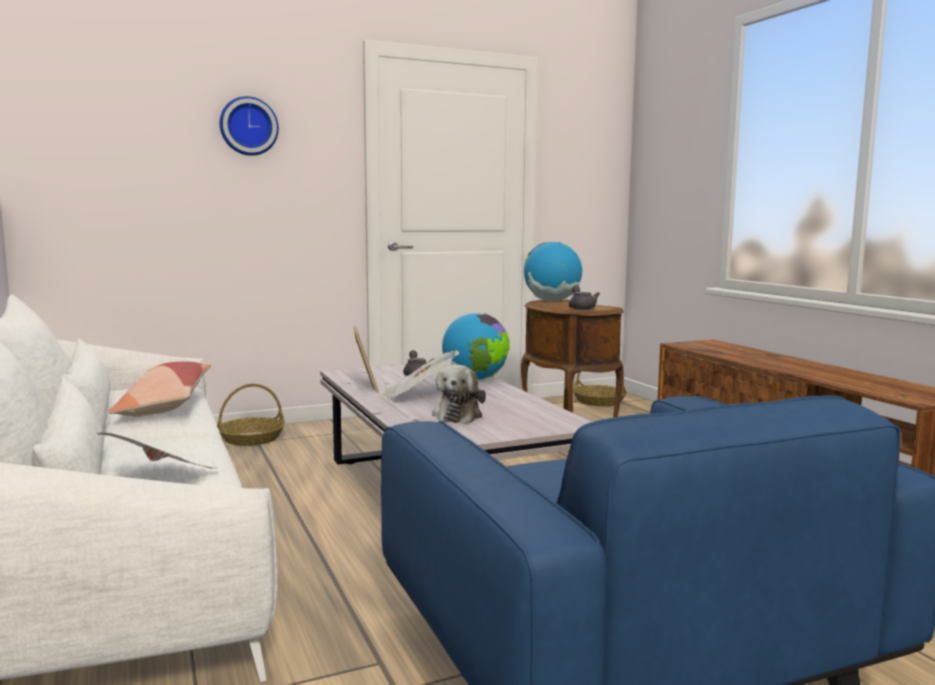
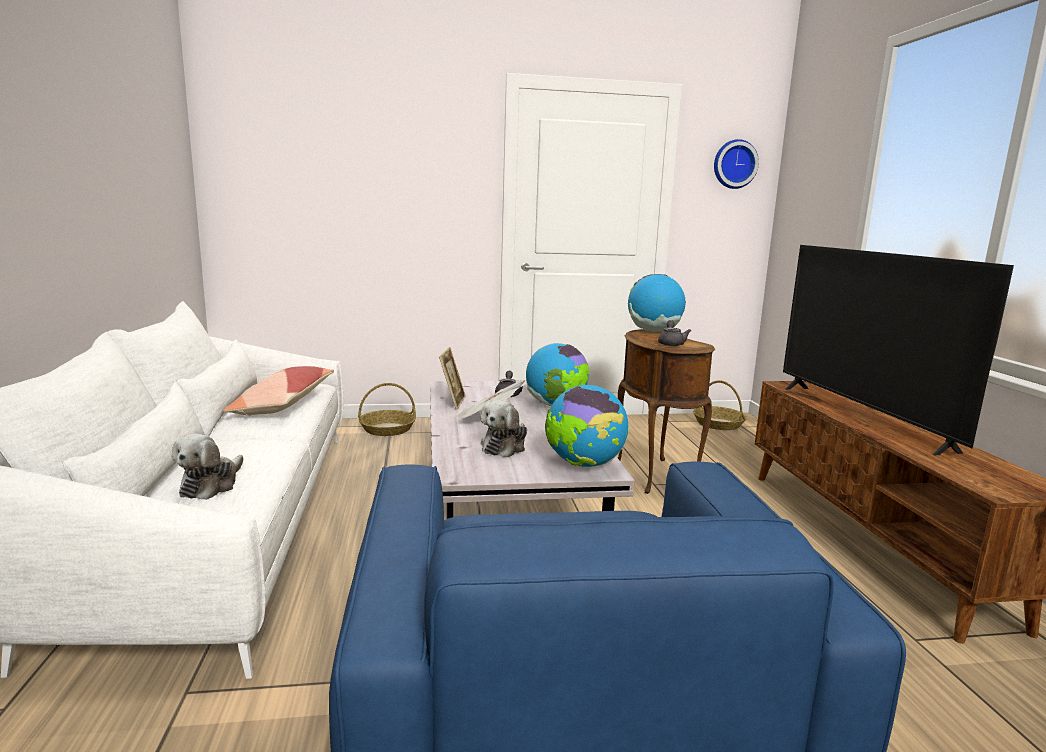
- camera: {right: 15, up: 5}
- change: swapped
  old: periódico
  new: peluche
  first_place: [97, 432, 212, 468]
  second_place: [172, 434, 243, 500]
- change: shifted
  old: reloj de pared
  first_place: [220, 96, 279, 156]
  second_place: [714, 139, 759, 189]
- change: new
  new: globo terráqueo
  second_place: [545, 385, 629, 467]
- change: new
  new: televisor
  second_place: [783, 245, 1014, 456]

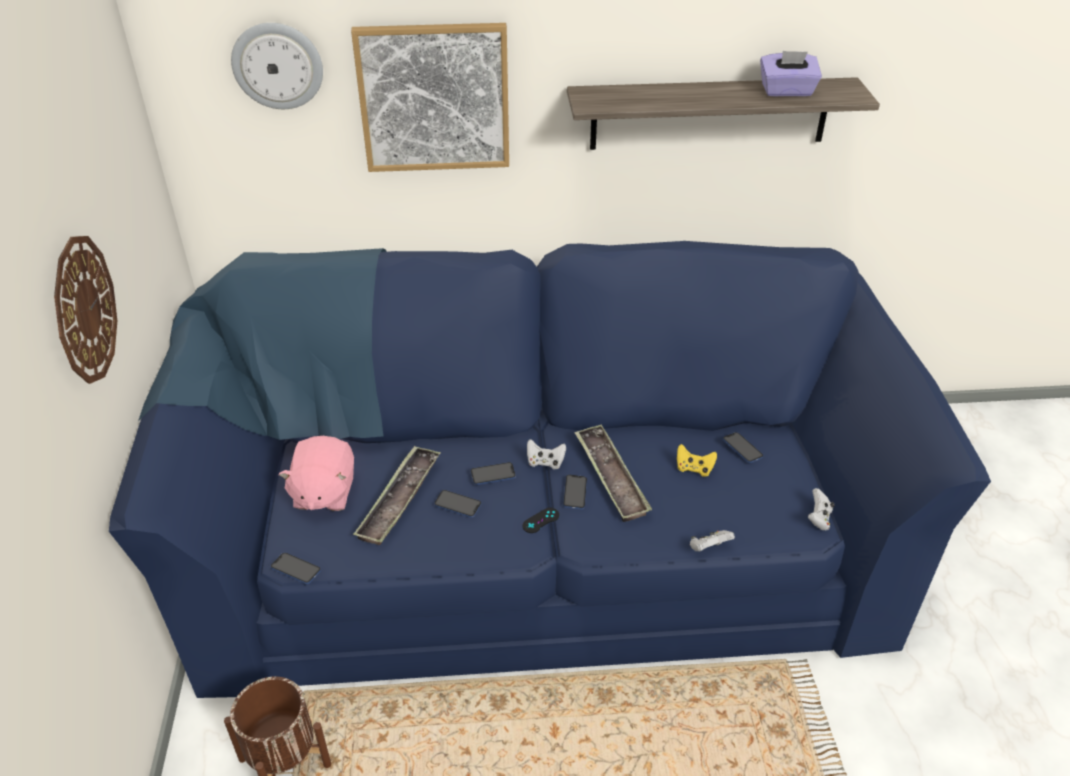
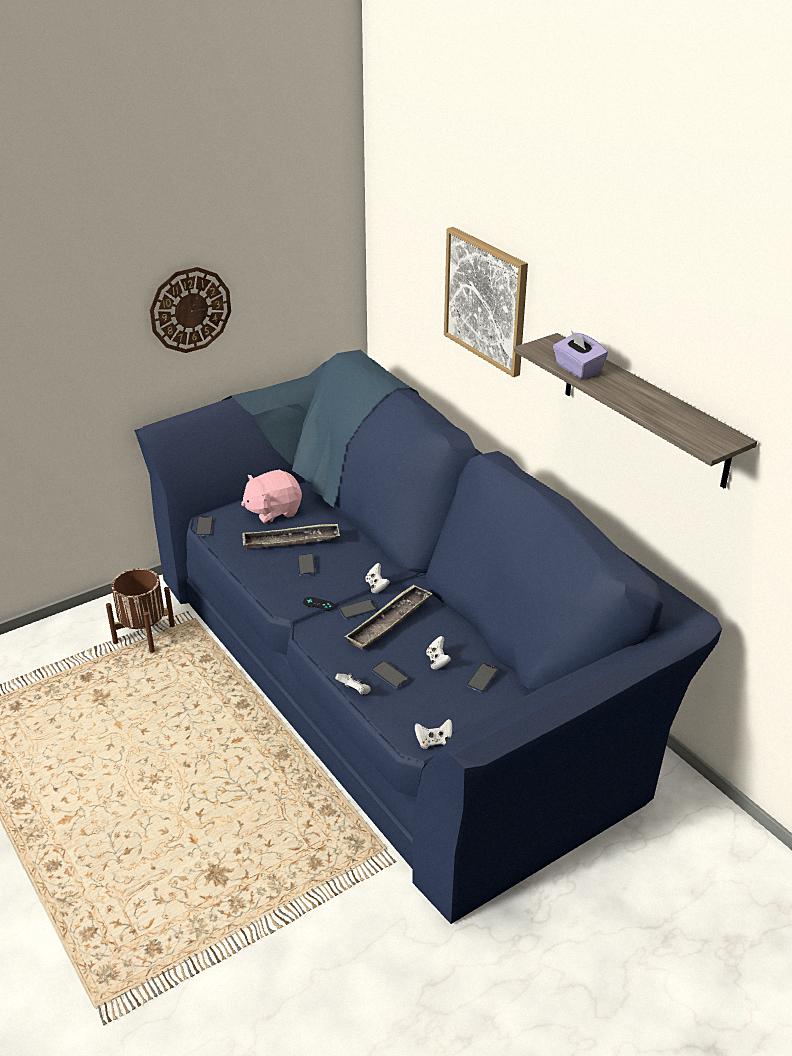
- camera: {right: 60, up: -5}
- change: gone
  old: reloj de pared
  first_place: [231, 23, 323, 109]
- change: shifted
  old: móvil
  first_place: [471, 462, 516, 485]
  second_place: [372, 661, 409, 689]
- change: repainted
  old: mando de consola/amarillo
  new: mando de consola/blanco
  first_place: [677, 444, 717, 477]
  second_place: [426, 636, 451, 670]
- change: shifted
  old: caja de pañuelos/morado
  first_place: [760, 51, 822, 96]
  second_place: [553, 331, 608, 379]

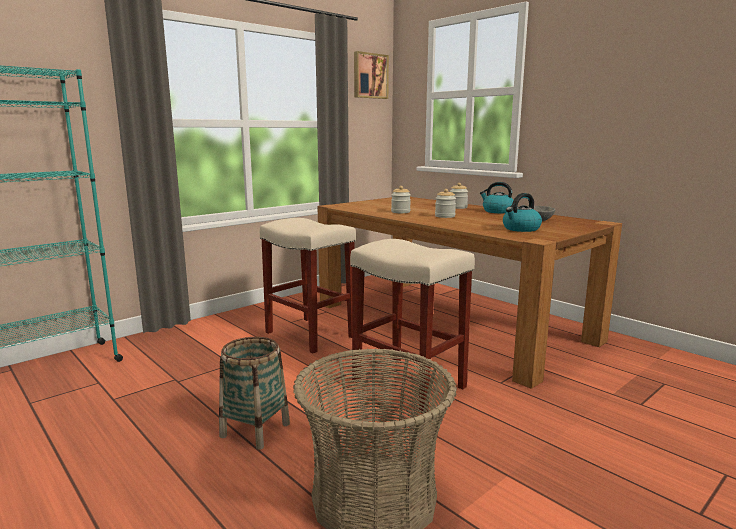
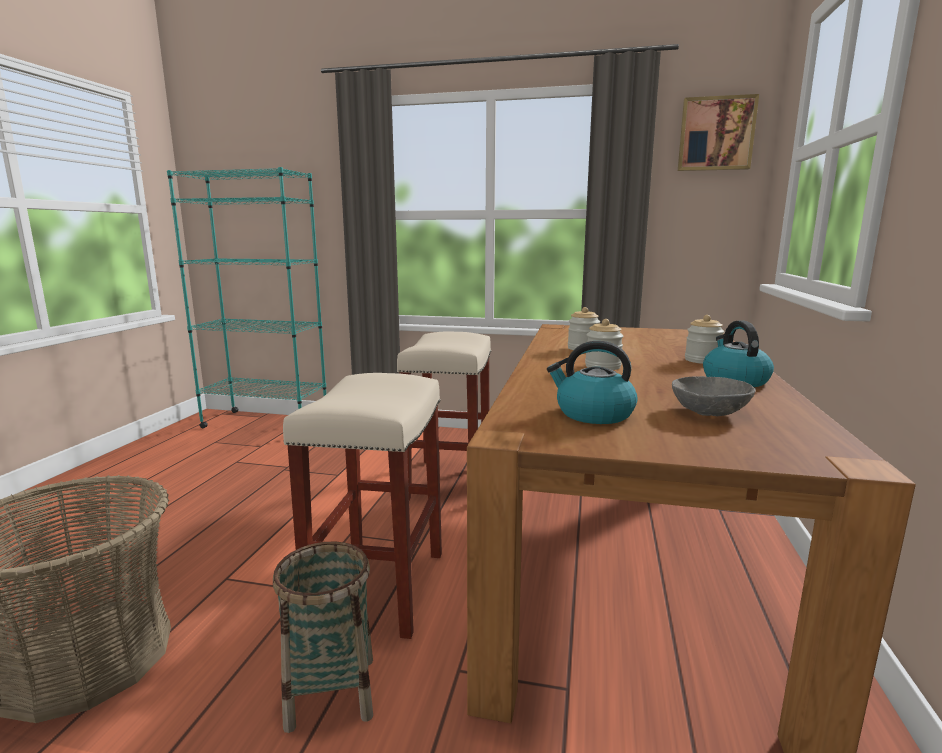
- camera: {right: 55, up: 0}
- change: shifted
  old: cesta
  first_place: [219, 337, 290, 449]
  second_place: [273, 542, 373, 733]

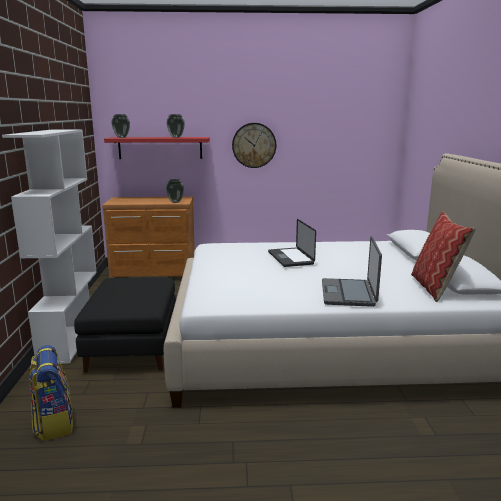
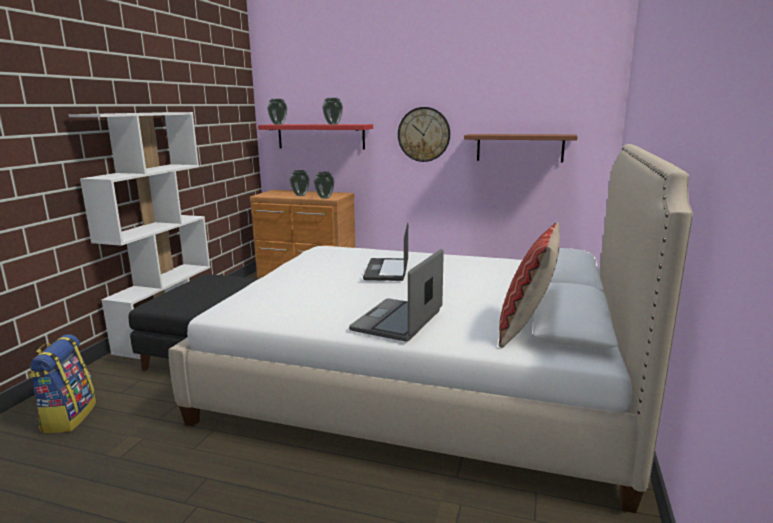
- camera: {right: 20, up: 0}
- change: new
  new: florero
  second_place: [290, 170, 310, 196]
- change: new
  new: estante/marrón
  second_place: [464, 134, 578, 162]

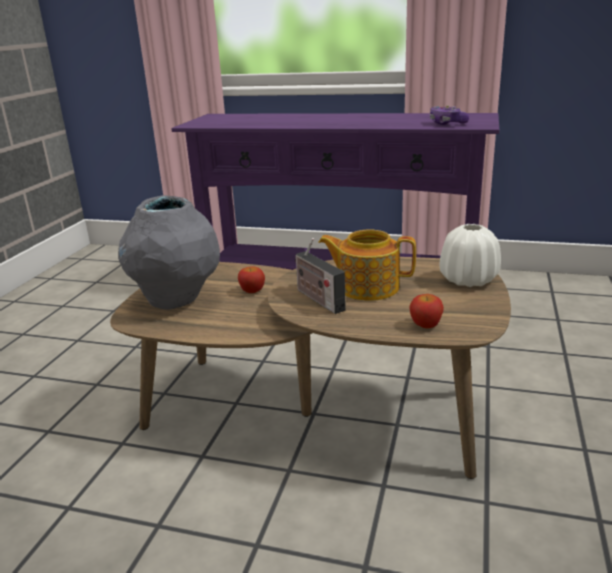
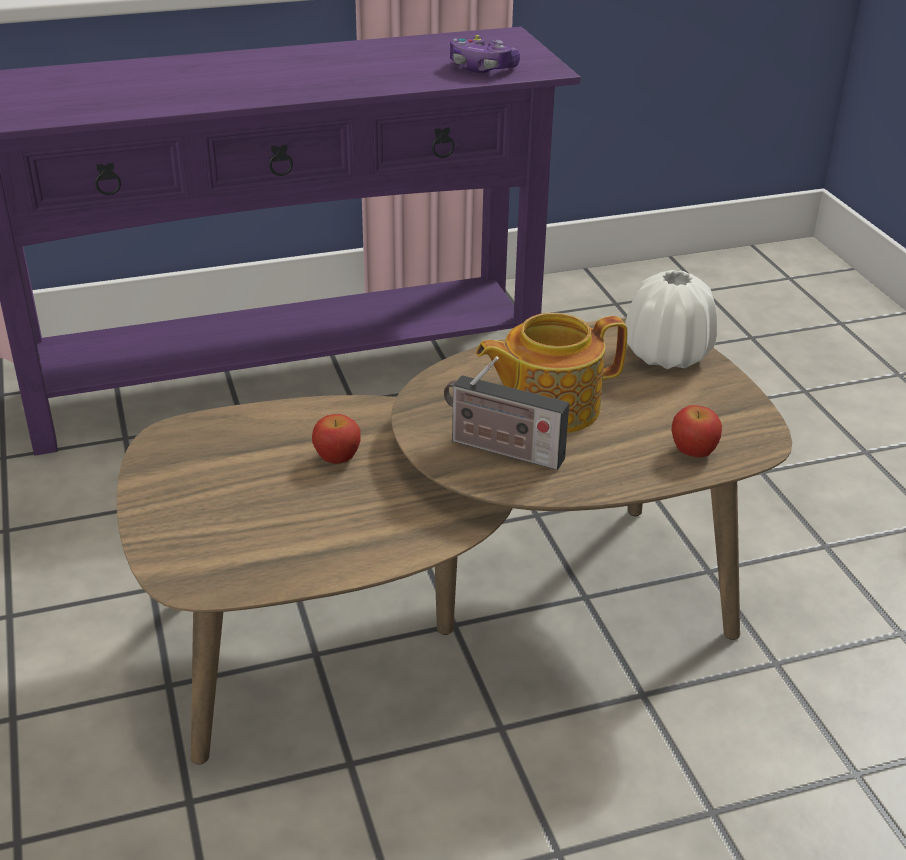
- camera: {right: -35, up: 10}
- change: gone
  old: florero/gris
  first_place: [118, 195, 220, 309]

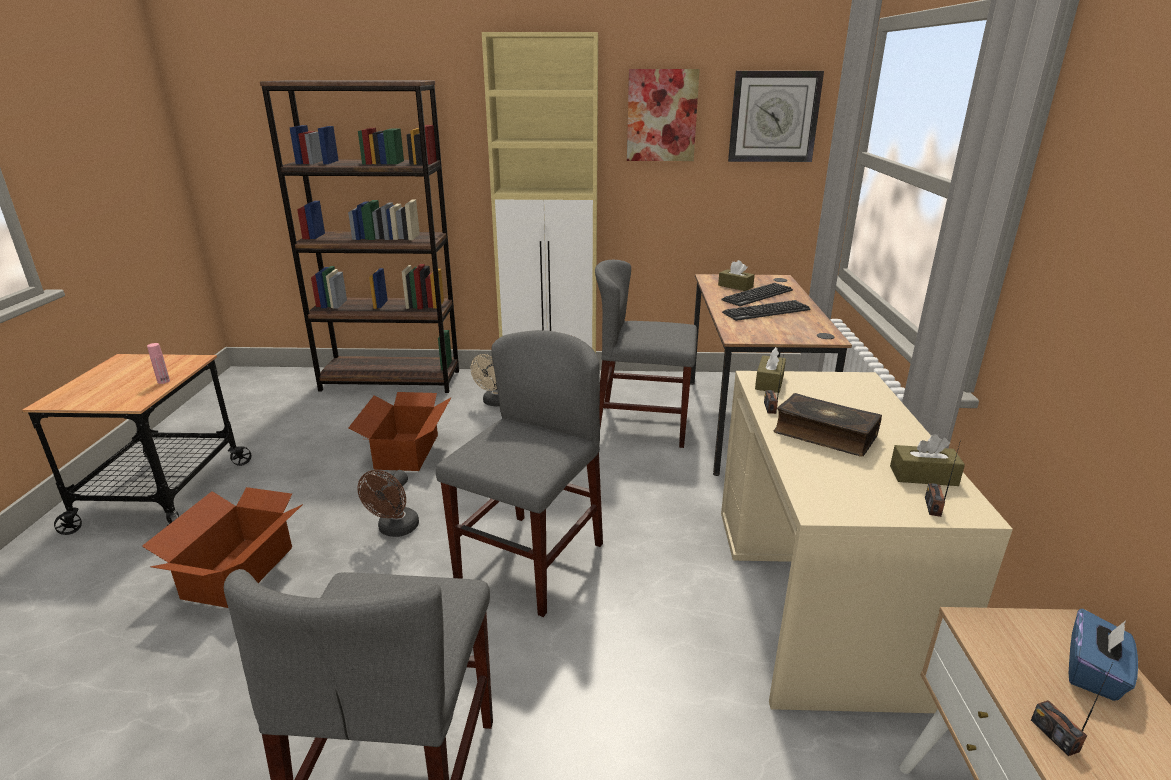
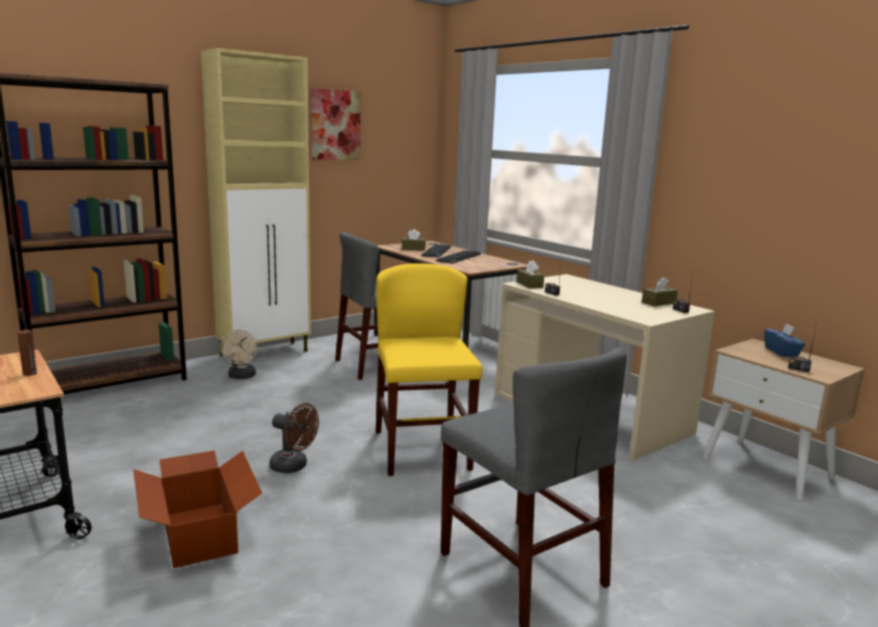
- camera: {right: -40, up: -10}
- change: repainted
  old: botella/rosa
  new: botella/marrón
  first_place: [147, 343, 170, 384]
  second_place: [18, 330, 37, 376]
- change: gone
  old: caja de cartón
  first_place: [348, 392, 452, 471]
- change: rotated
  old: ventilador/marrón
  first_place: [357, 470, 419, 537]
  second_place: [270, 403, 319, 473]
  degrees: -45
- change: repainted
  old: silla/gris
  new: silla/amarillo
  first_place: [436, 330, 603, 617]
  second_place: [376, 263, 483, 476]
- change: gone
  old: reloj de pared
  first_place: [728, 71, 824, 162]
- change: gone
  old: libro
  first_place: [774, 393, 882, 457]

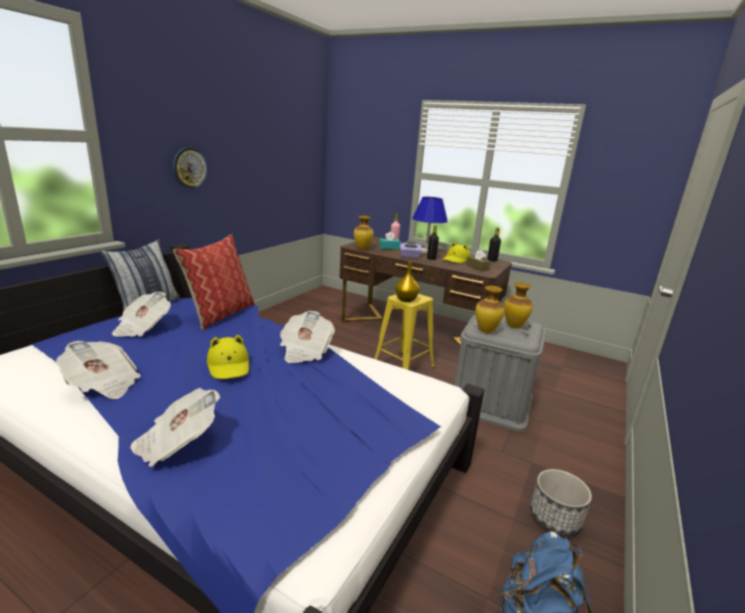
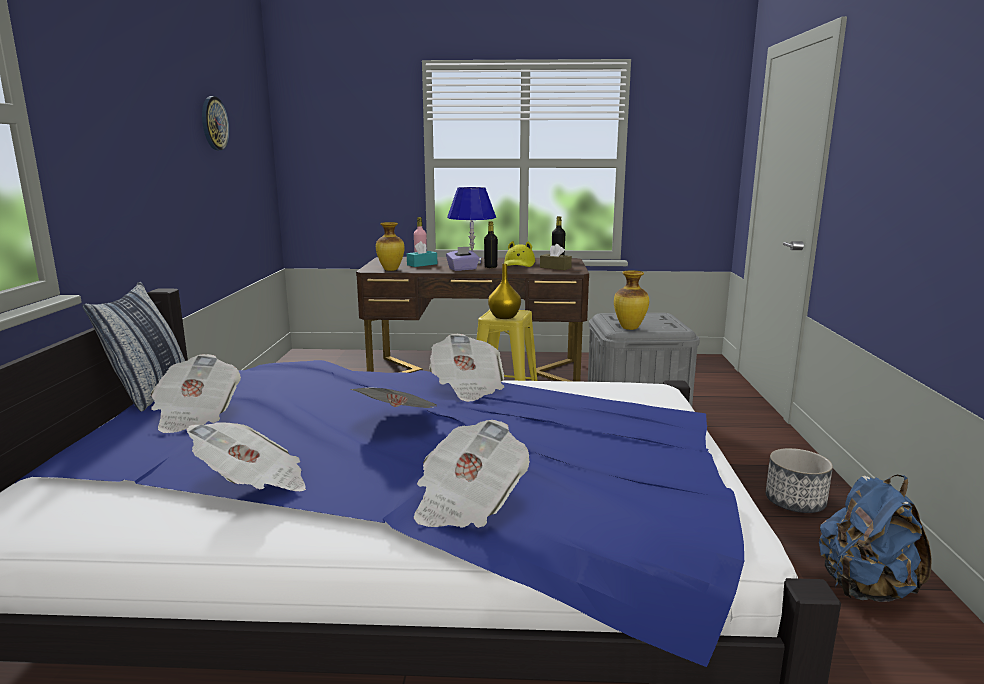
- camera: {right: -25, up: -5}
- change: shifted
  old: reloj de pared
  first_place: [173, 147, 207, 189]
  second_place: [202, 96, 229, 150]
- change: gone
  old: cojín
  first_place: [173, 234, 255, 330]
- change: swapped
  old: sombrero/amarillo
  new: periódico
  first_place: [207, 335, 249, 379]
  second_place: [349, 388, 438, 408]
- change: gone
  old: florero
  first_place: [504, 282, 533, 328]

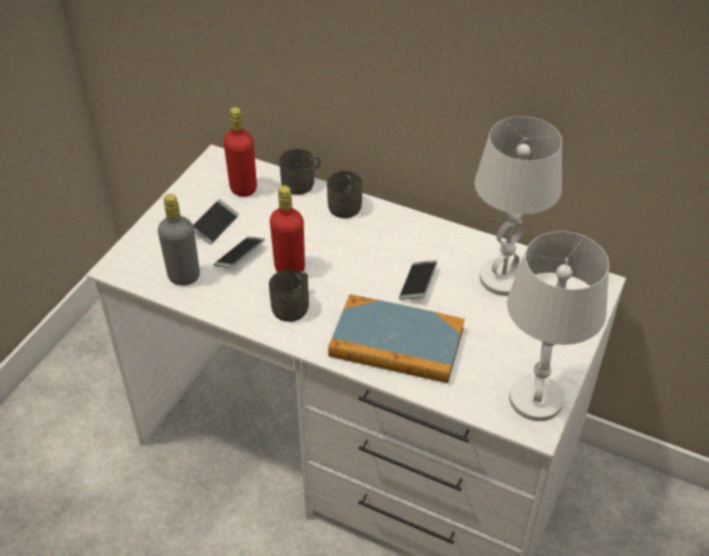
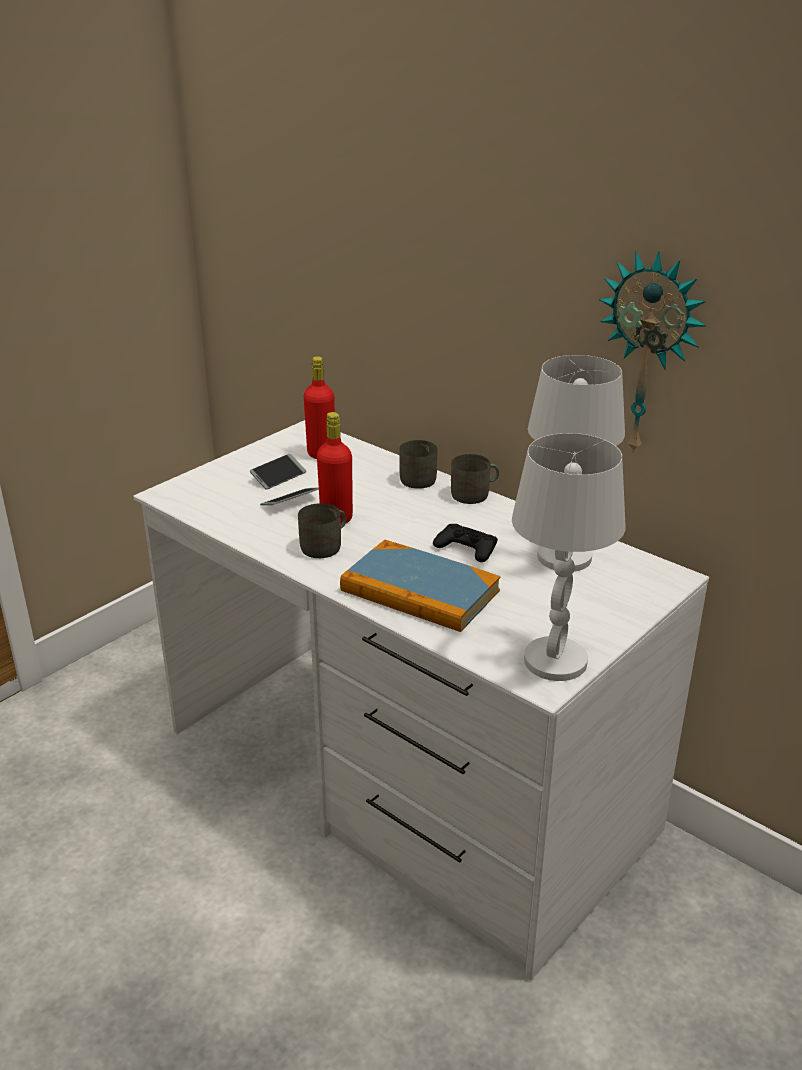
- camera: {right: 15, up: -15}
- change: gone
  old: botella/gris
  first_place: [158, 194, 200, 286]
- change: shifted
  old: taza grande/gris
  first_place: [279, 149, 321, 195]
  second_place: [451, 454, 499, 504]
- change: swapped
  old: móvil
  new: mando de consola/negro
  first_place: [399, 260, 437, 300]
  second_place: [433, 524, 498, 562]
- change: new
  new: reloj de pared
  second_place: [598, 251, 706, 455]

